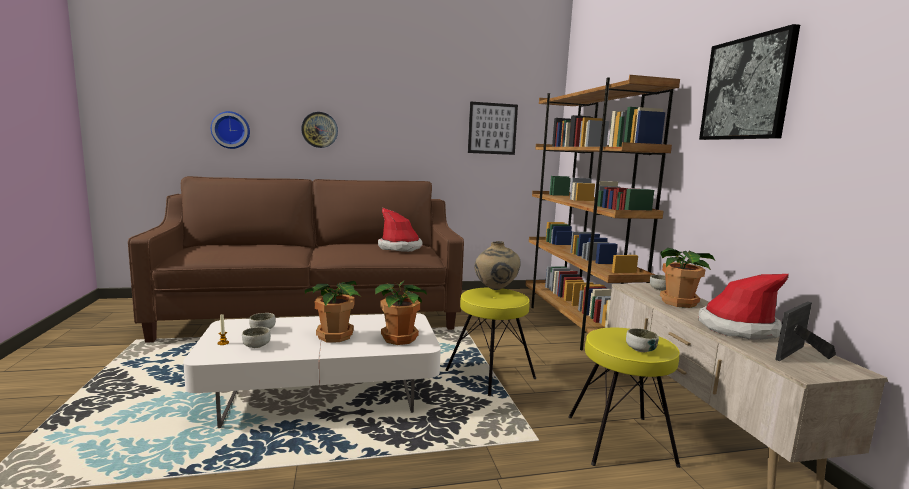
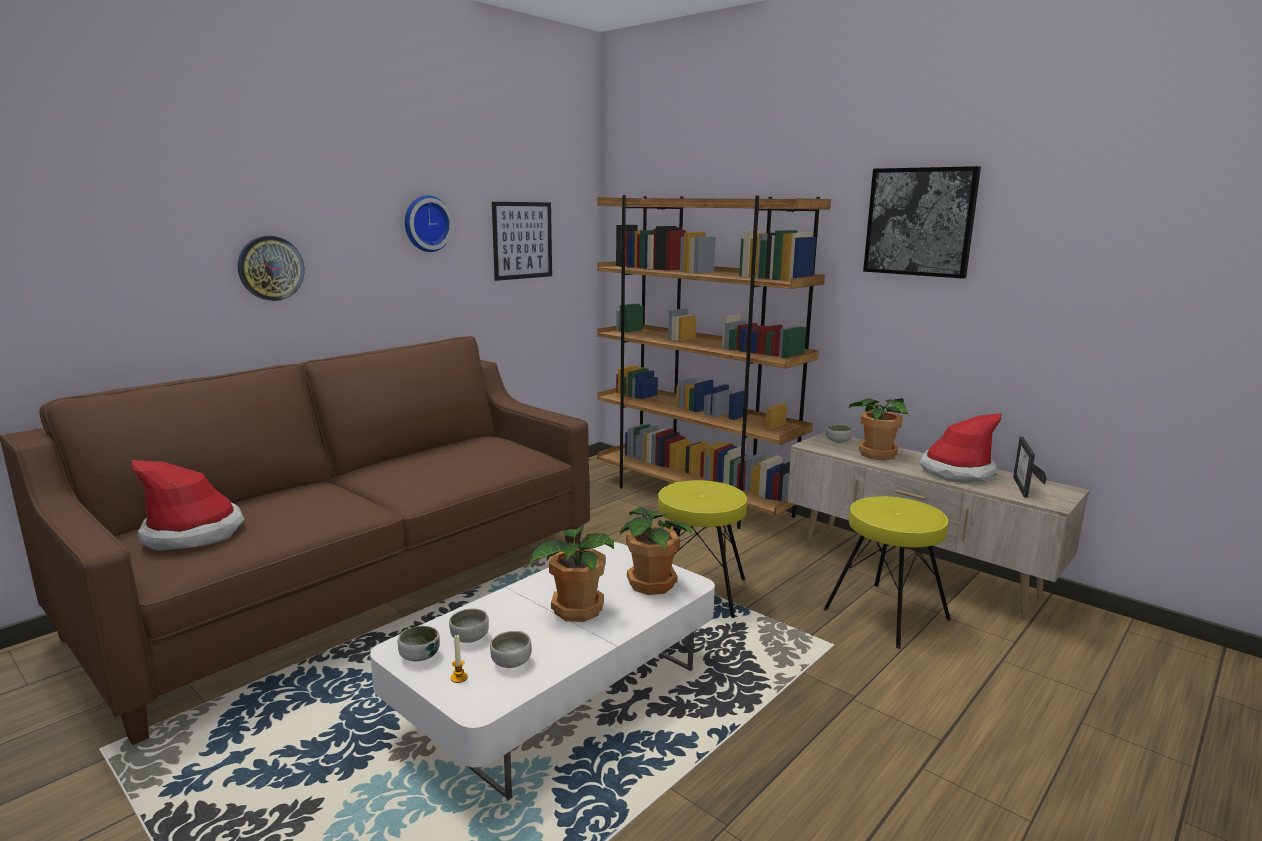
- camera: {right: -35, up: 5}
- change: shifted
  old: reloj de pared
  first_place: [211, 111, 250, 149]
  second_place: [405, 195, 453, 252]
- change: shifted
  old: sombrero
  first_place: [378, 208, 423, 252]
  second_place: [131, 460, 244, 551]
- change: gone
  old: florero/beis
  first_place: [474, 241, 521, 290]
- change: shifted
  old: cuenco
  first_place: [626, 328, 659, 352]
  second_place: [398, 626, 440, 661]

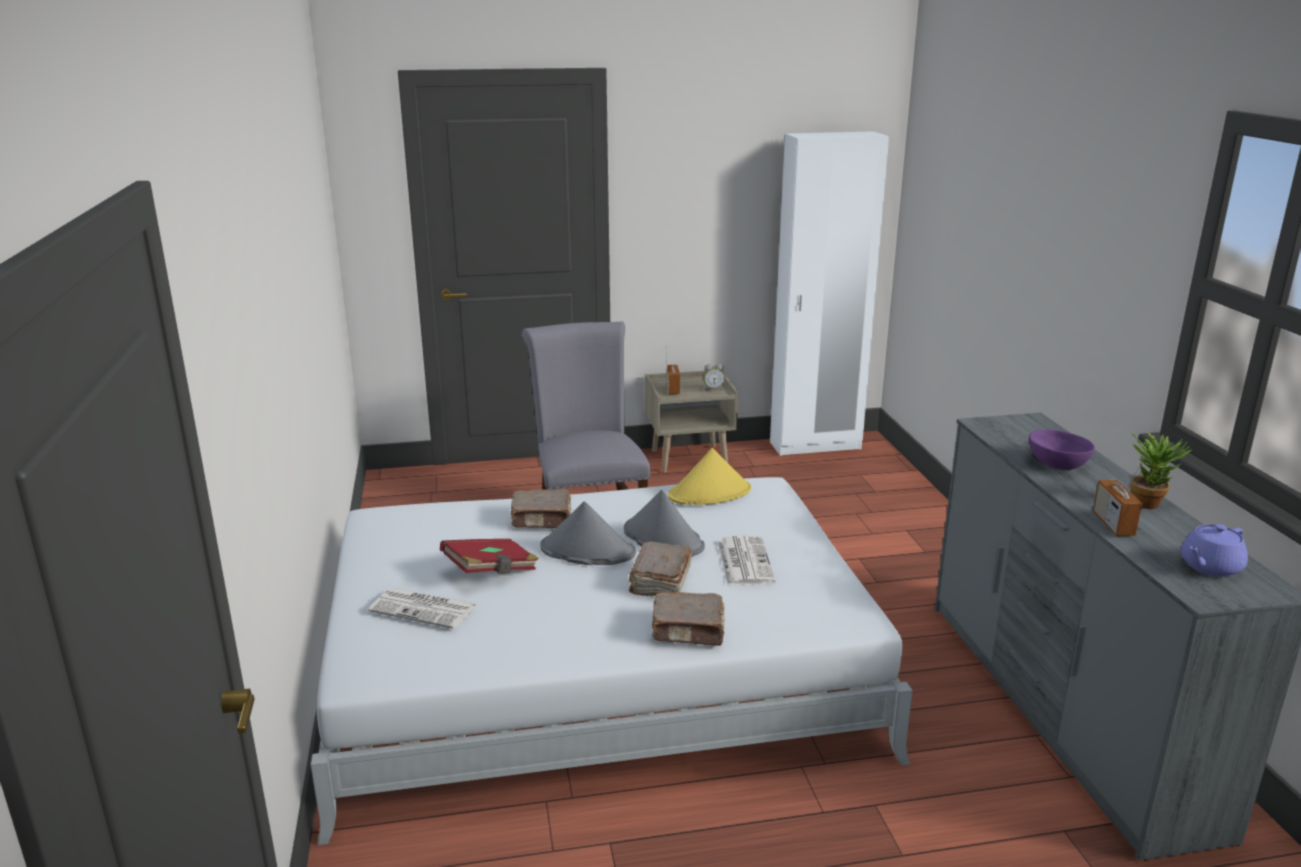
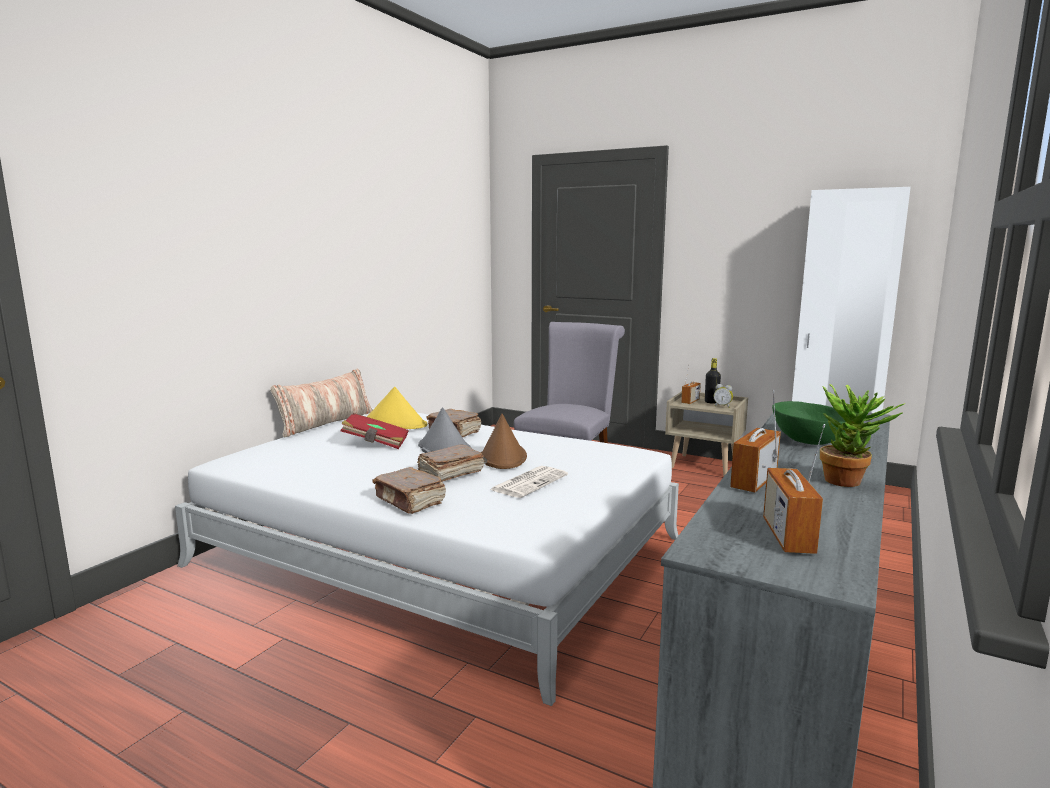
- camera: {right: 40, up: -10}
- change: gone
  old: periódico
  first_place: [368, 587, 477, 629]
- change: repainted
  old: sombrero/gris
  new: sombrero/marrón
  first_place: [624, 490, 705, 556]
  second_place: [481, 414, 527, 469]
- change: shifted
  old: sombrero/amarillo
  first_place: [668, 448, 751, 505]
  second_place: [367, 387, 427, 429]
- change: repainted
  old: cuenco/morado
  new: cuenco/verde
  first_place: [1029, 429, 1095, 470]
  second_place: [772, 401, 845, 445]
- change: swapped
  old: tetera/morado
  new: radio
  first_place: [1181, 524, 1248, 577]
  second_place: [763, 424, 825, 554]
- change: new
  new: cojín
  second_place: [270, 369, 373, 437]
- change: new
  new: botella/negro
  second_place: [705, 358, 721, 404]

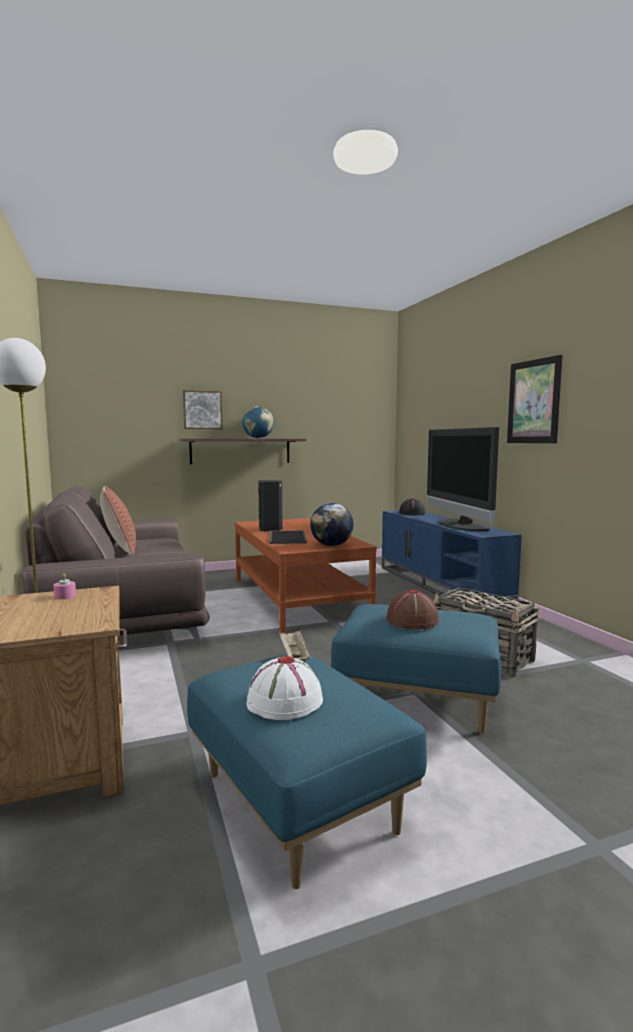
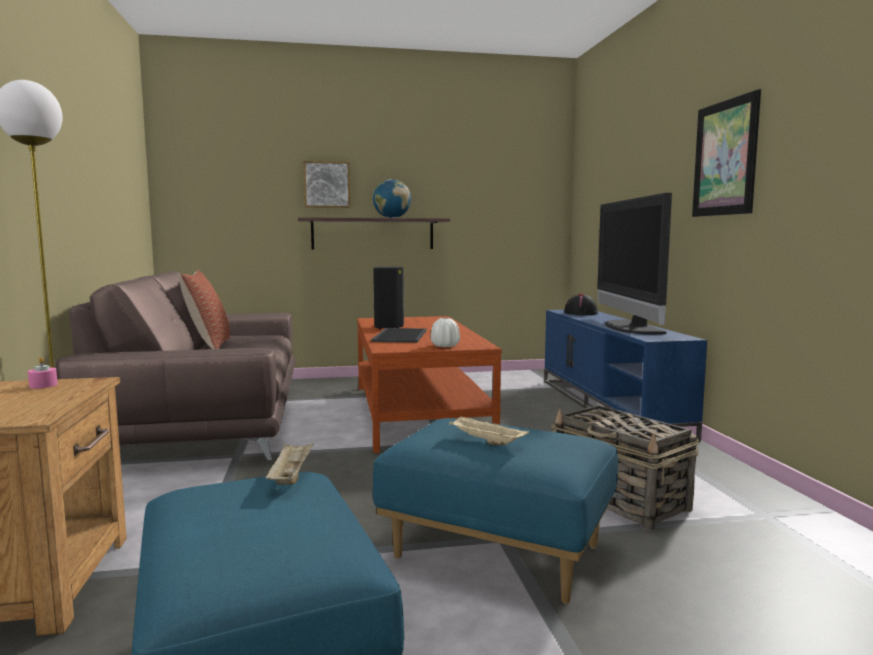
- camera: {right: 10, up: 0}
- change: gone
  old: sombrero/blanco
  first_place: [246, 656, 323, 720]
- change: swapped
  old: globo terráqueo
  new: florero/blanco
  first_place: [310, 503, 354, 546]
  second_place: [431, 318, 460, 347]
- change: swapped
  old: sombrero/marrón
  new: bandeja/beis
  first_place: [386, 590, 439, 629]
  second_place: [449, 416, 529, 445]

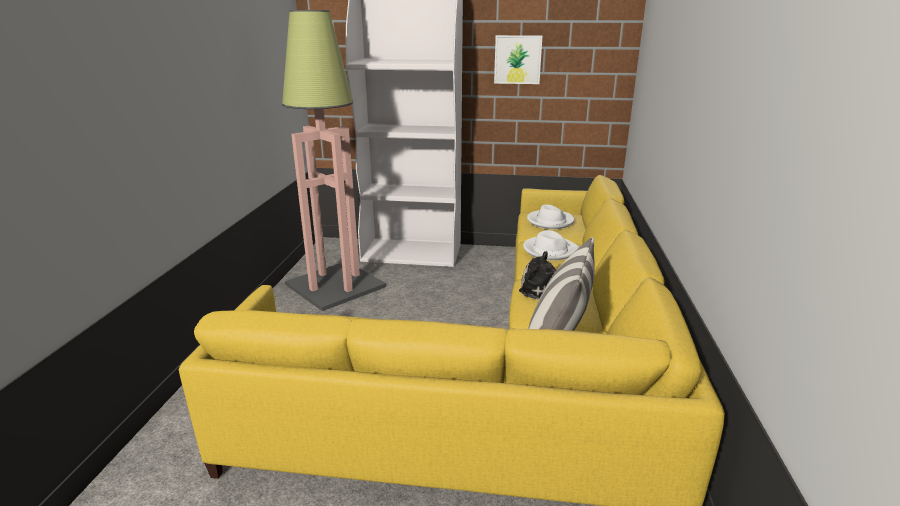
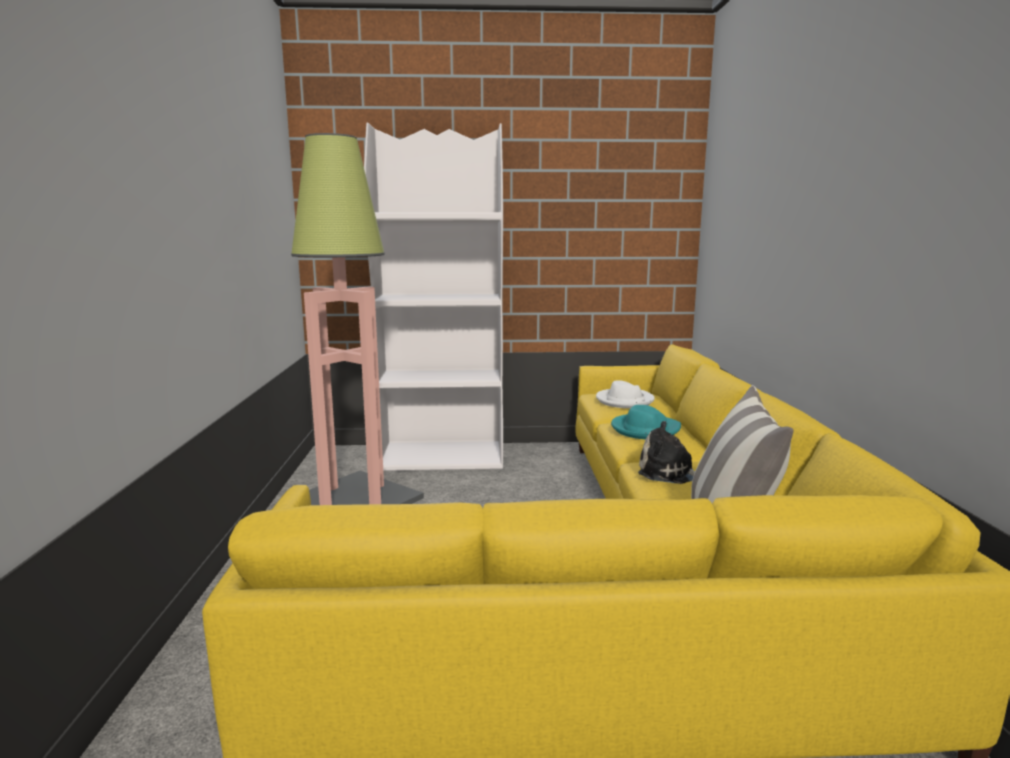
- camera: {right: -10, up: -10}
- change: gone
  old: cuadro
  first_place: [494, 35, 542, 84]
- change: repainted
  old: sombrero/blanco
  new: sombrero/turquesa
  first_place: [523, 230, 579, 260]
  second_place: [611, 405, 681, 439]

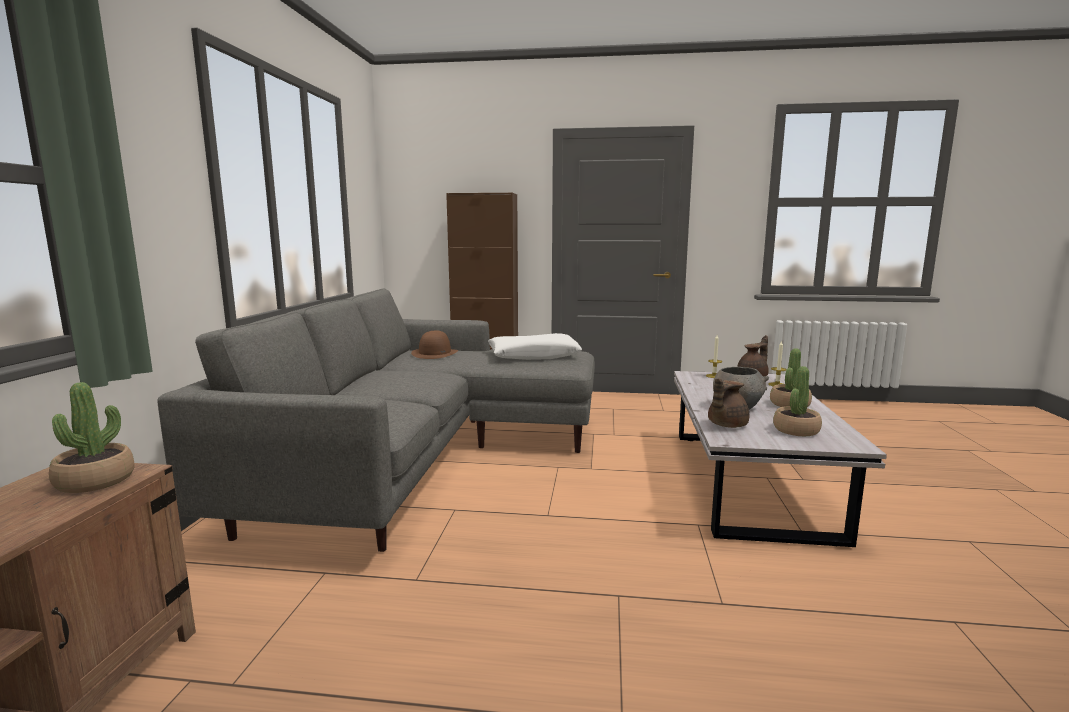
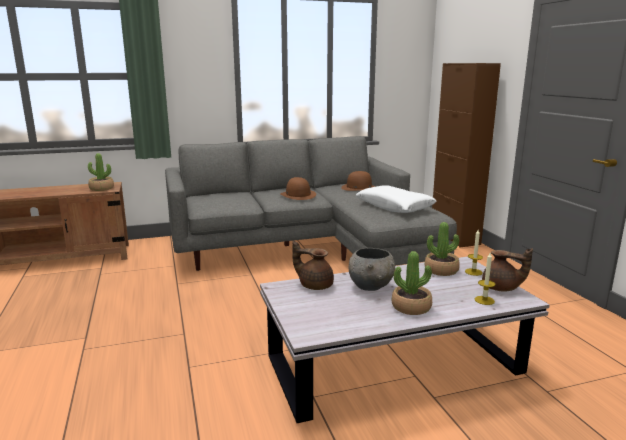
- camera: {right: 65, up: 5}
- change: shifted
  old: planta en maceta
  first_place: [773, 366, 822, 436]
  second_place: [425, 222, 460, 276]
- change: new
  new: sombrero/marrón
  second_place: [280, 177, 316, 200]

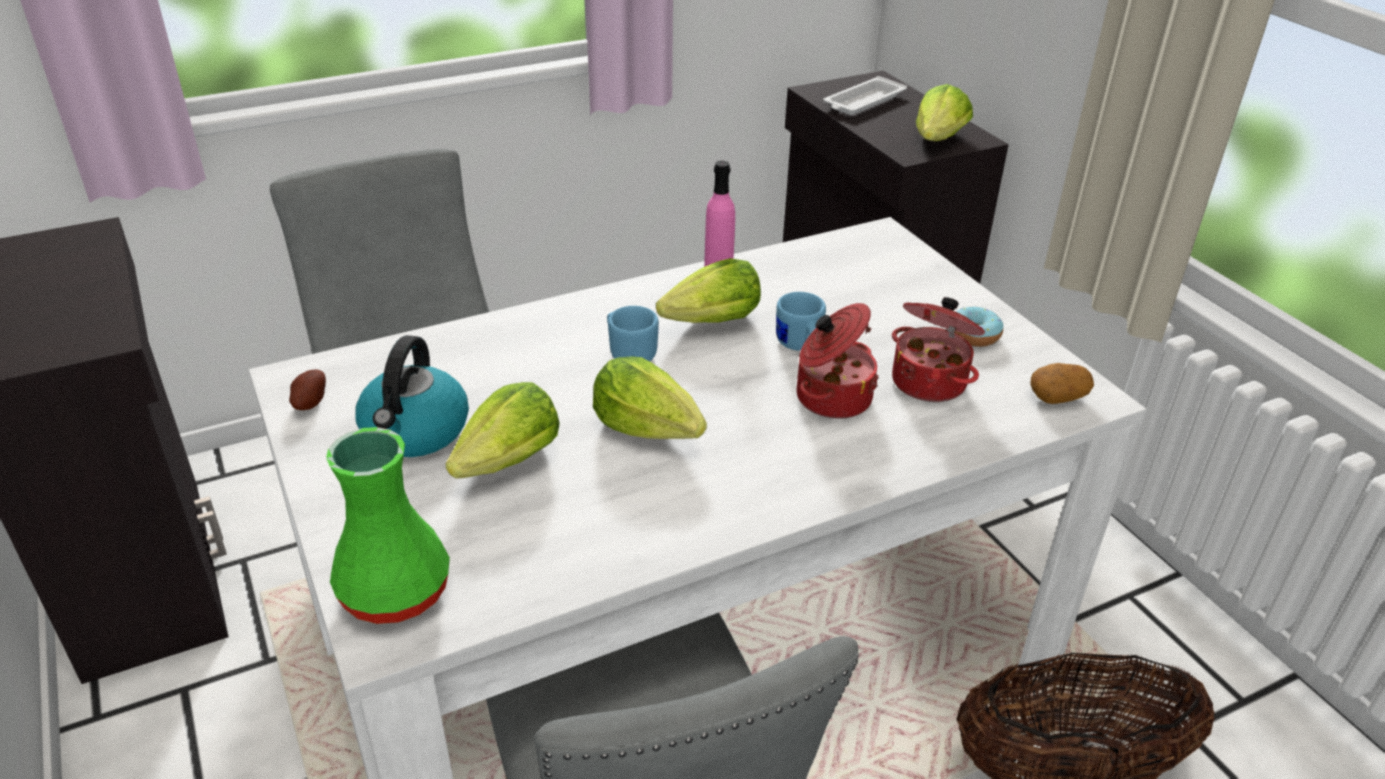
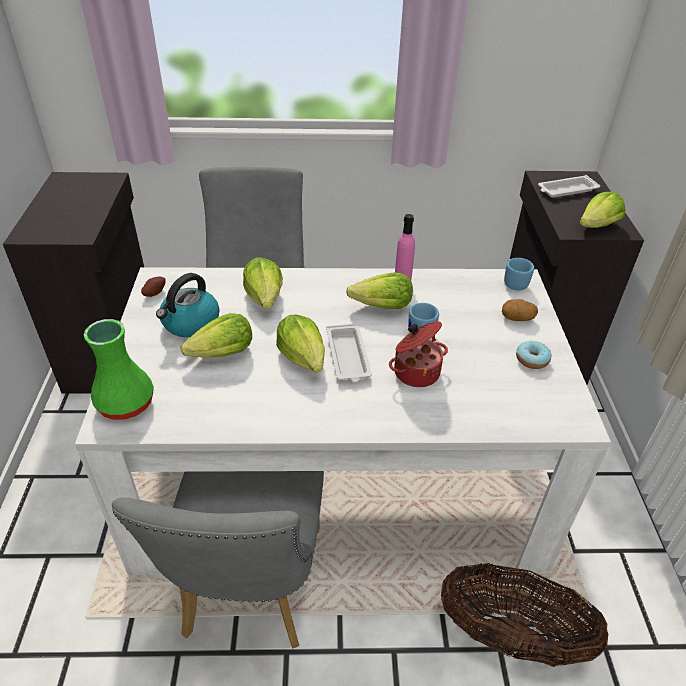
- camera: {right: 25, up: 5}
- change: shifted
  old: taza grande/azul
  first_place: [607, 306, 659, 361]
  second_place: [504, 258, 534, 291]
- change: gone
  old: olla
  first_place: [892, 297, 985, 402]
- change: shifted
  old: patata
  first_place: [1030, 363, 1094, 404]
  second_place: [502, 299, 538, 321]
- change: new
  new: lechuga
  second_place: [243, 257, 283, 309]
- change: new
  new: bandeja/blanco
  second_place: [326, 323, 372, 382]

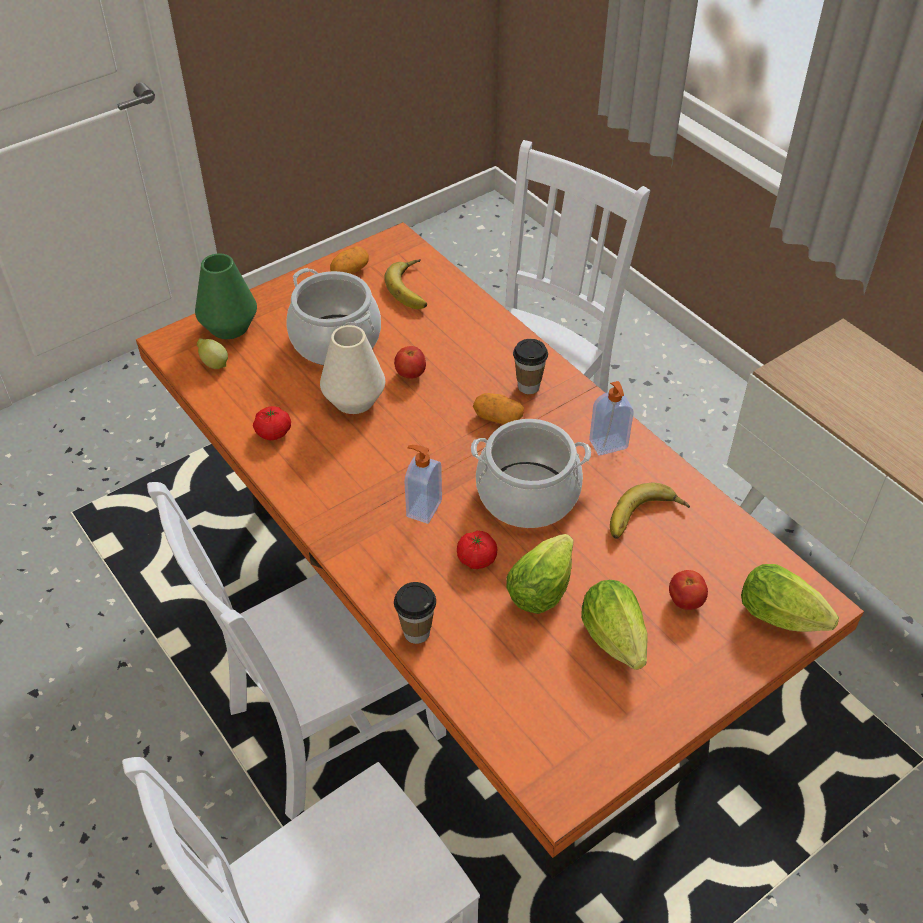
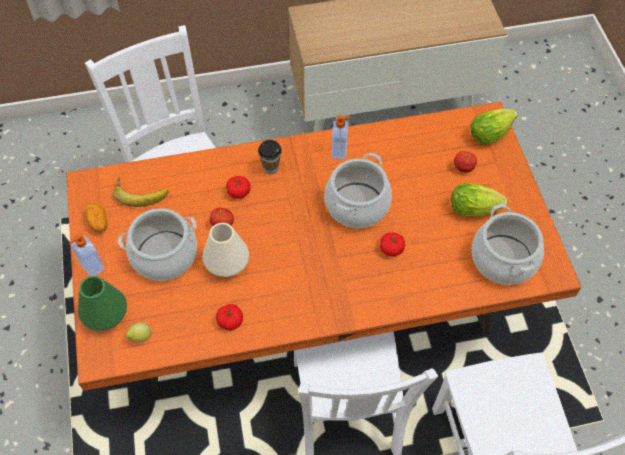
- camera: {right: -65, up: 10}
- change: gone
  old: taza
  first_place: [394, 582, 436, 644]
- change: shifted
  old: dispensador de jabón
  first_place: [405, 445, 442, 524]
  second_place: [69, 233, 105, 276]
- change: gone
  old: patata
  first_place: [473, 393, 524, 424]
- change: gone
  old: lechuga
  first_place: [506, 534, 574, 614]
- change: gone
  old: plátano
  first_place: [610, 483, 690, 539]
- change: new
  new: tomate
  second_place: [226, 176, 251, 199]
- change: new
  new: olla
  second_place: [472, 204, 544, 285]

